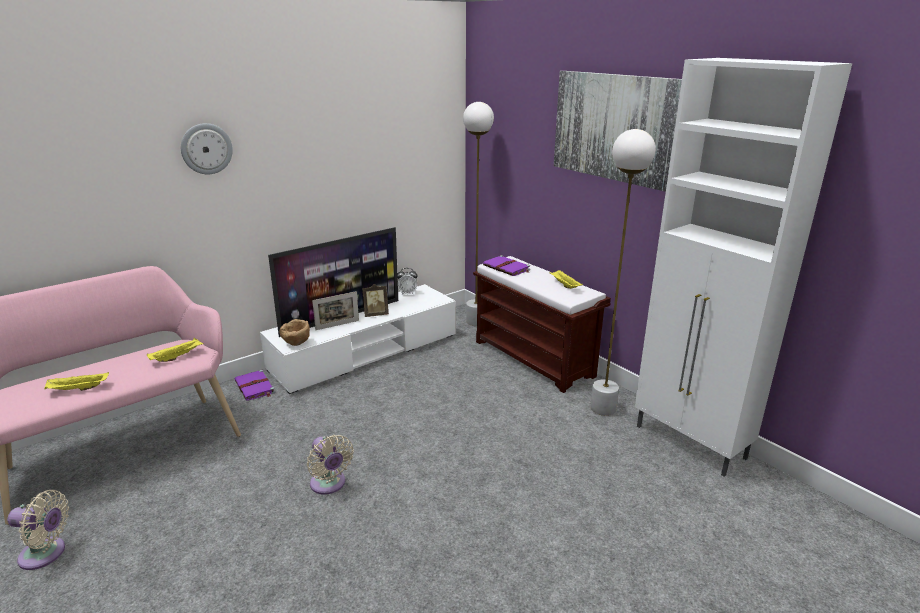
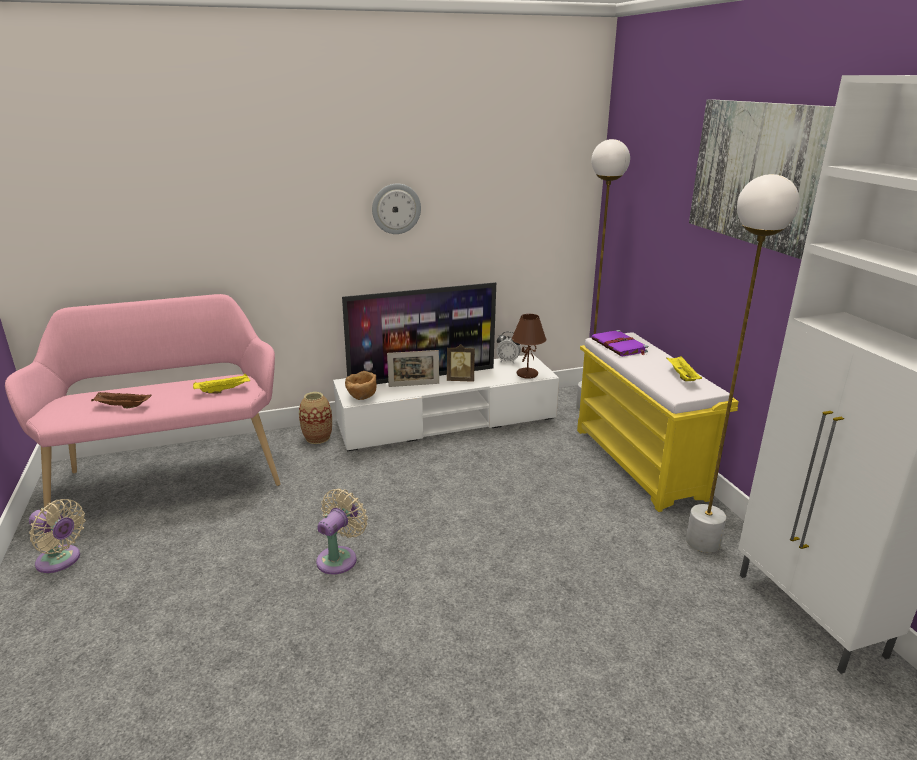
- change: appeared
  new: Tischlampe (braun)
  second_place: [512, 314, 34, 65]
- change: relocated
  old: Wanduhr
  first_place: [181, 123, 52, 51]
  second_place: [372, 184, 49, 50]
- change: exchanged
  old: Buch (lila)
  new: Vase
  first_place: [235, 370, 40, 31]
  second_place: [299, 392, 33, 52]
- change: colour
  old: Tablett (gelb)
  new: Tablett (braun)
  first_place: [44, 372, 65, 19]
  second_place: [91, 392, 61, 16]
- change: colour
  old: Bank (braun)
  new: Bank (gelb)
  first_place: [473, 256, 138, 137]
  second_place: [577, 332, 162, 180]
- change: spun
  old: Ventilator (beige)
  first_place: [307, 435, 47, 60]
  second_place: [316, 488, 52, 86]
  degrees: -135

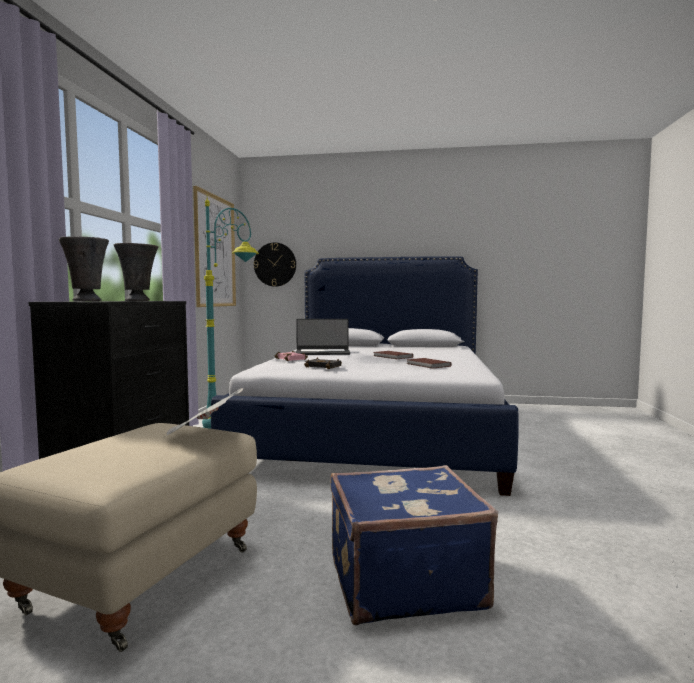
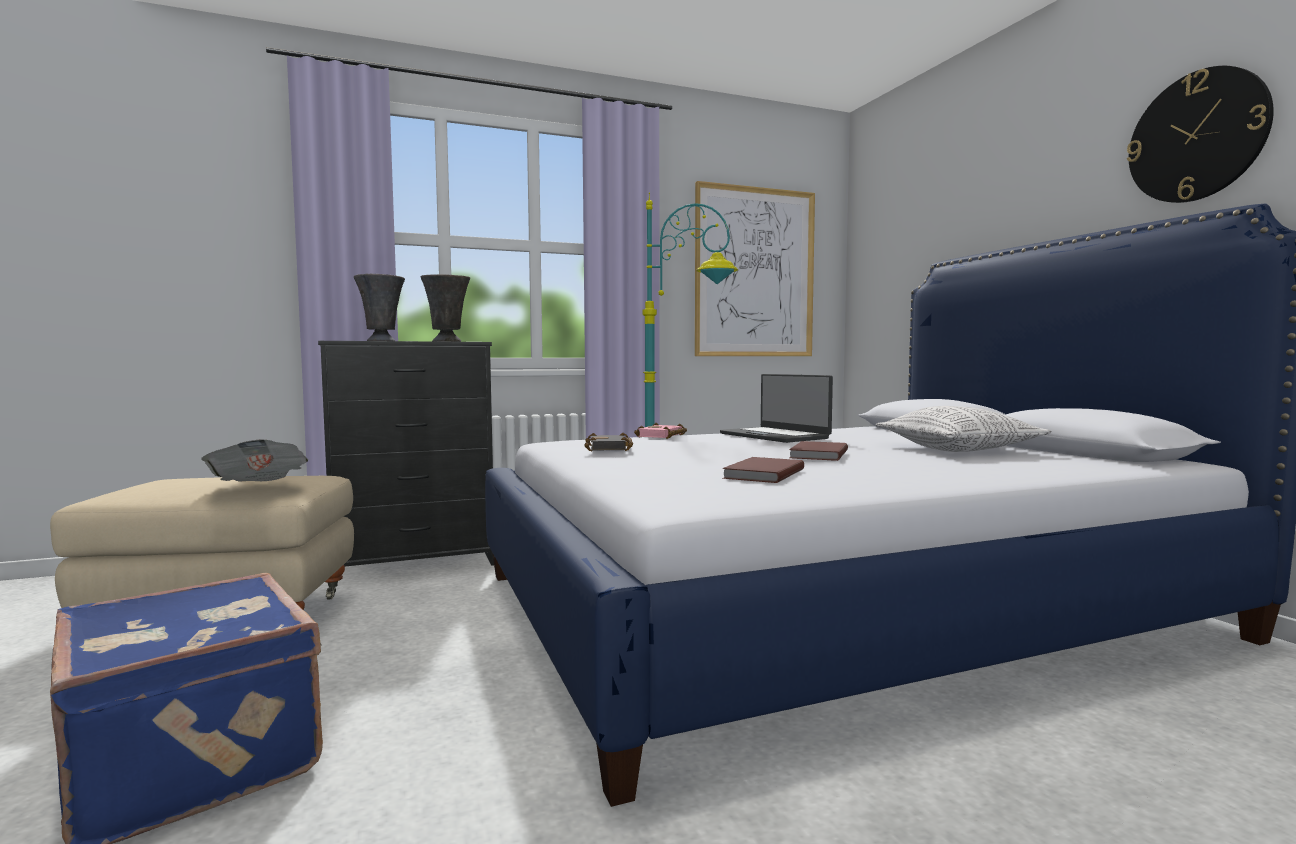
- change: appeared
  new: Kissen
  second_place: [876, 406, 176, 46]
- change: relocated
  old: Wanduhr
  first_place: [254, 242, 42, 45]
  second_place: [1127, 66, 147, 137]

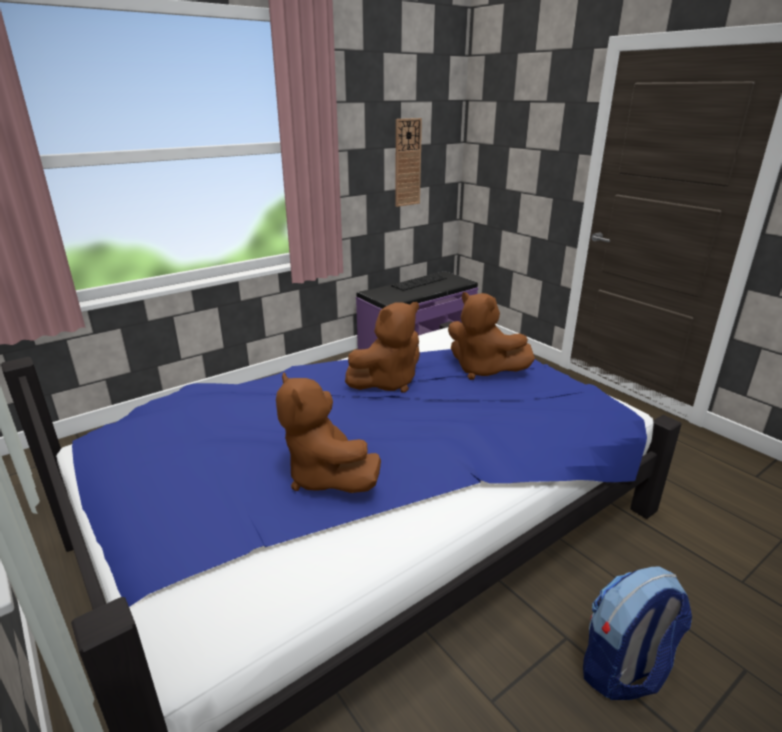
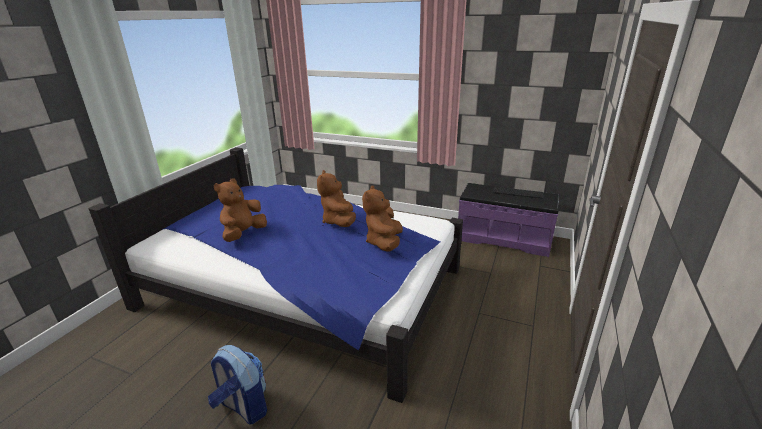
- change: missing
  old: Wanduhr
  first_place: [395, 118, 27, 89]
- change: spun
  old: Plüschtier (braun)
  first_place: [345, 302, 75, 91]
  second_place: [317, 170, 39, 57]
  degrees: 60

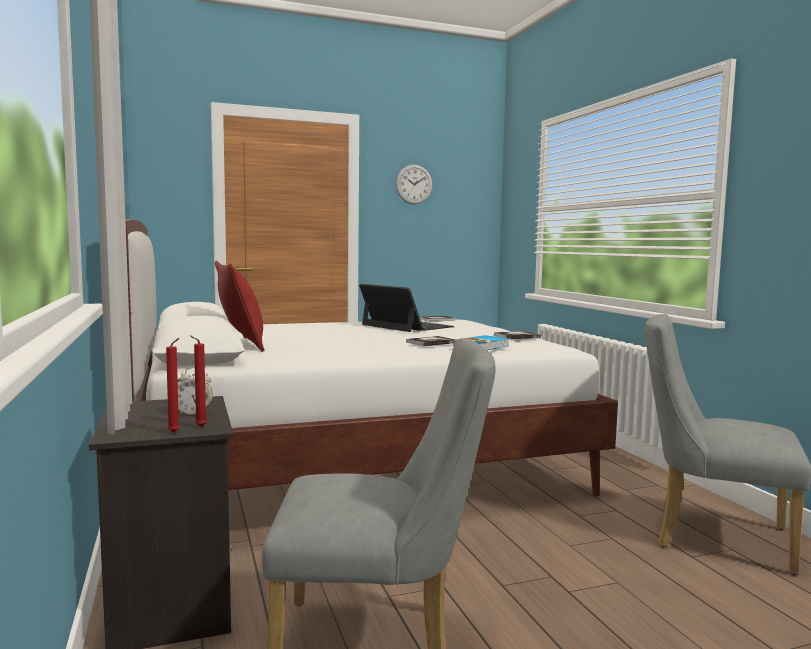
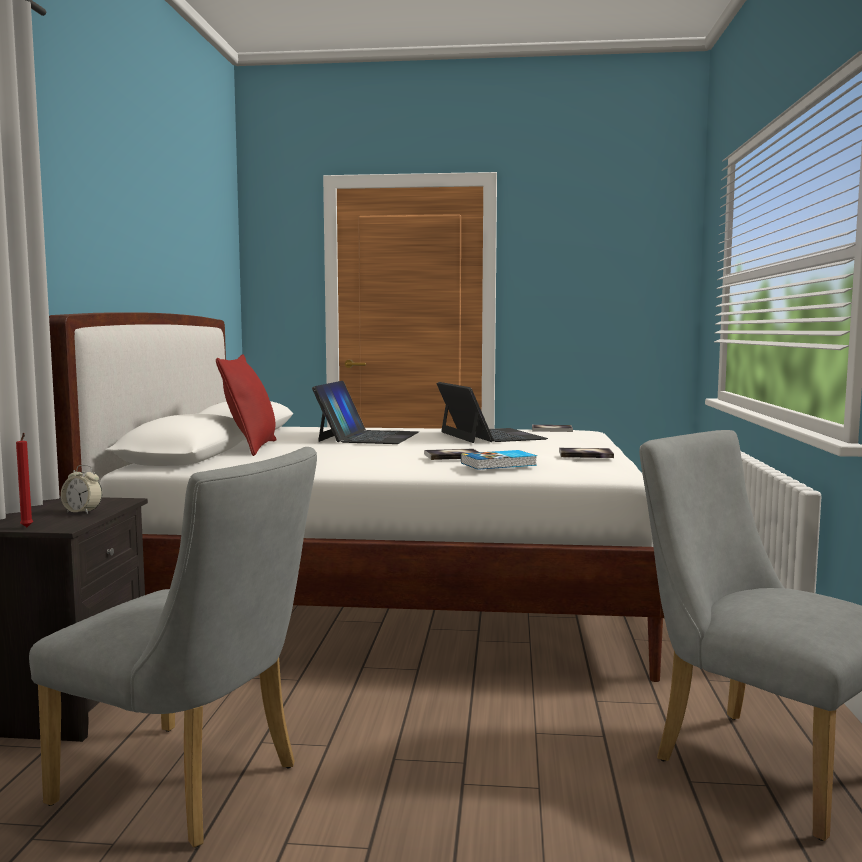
- change: missing
  old: Kerze (rot)
  first_place: [190, 336, 17, 91]
- change: missing
  old: Wanduhr
  first_place: [396, 164, 37, 40]
- change: appeared
  new: Laptop
  second_place: [312, 381, 107, 63]

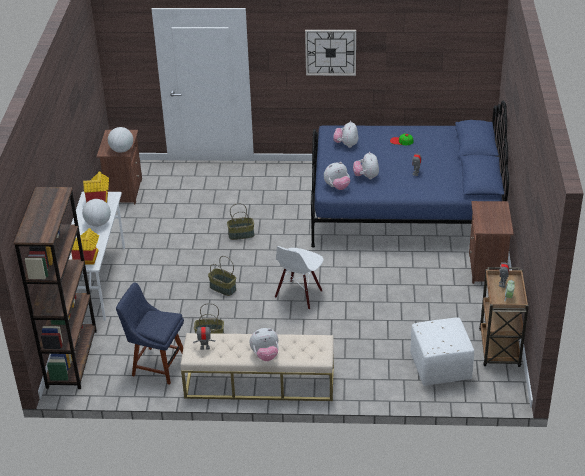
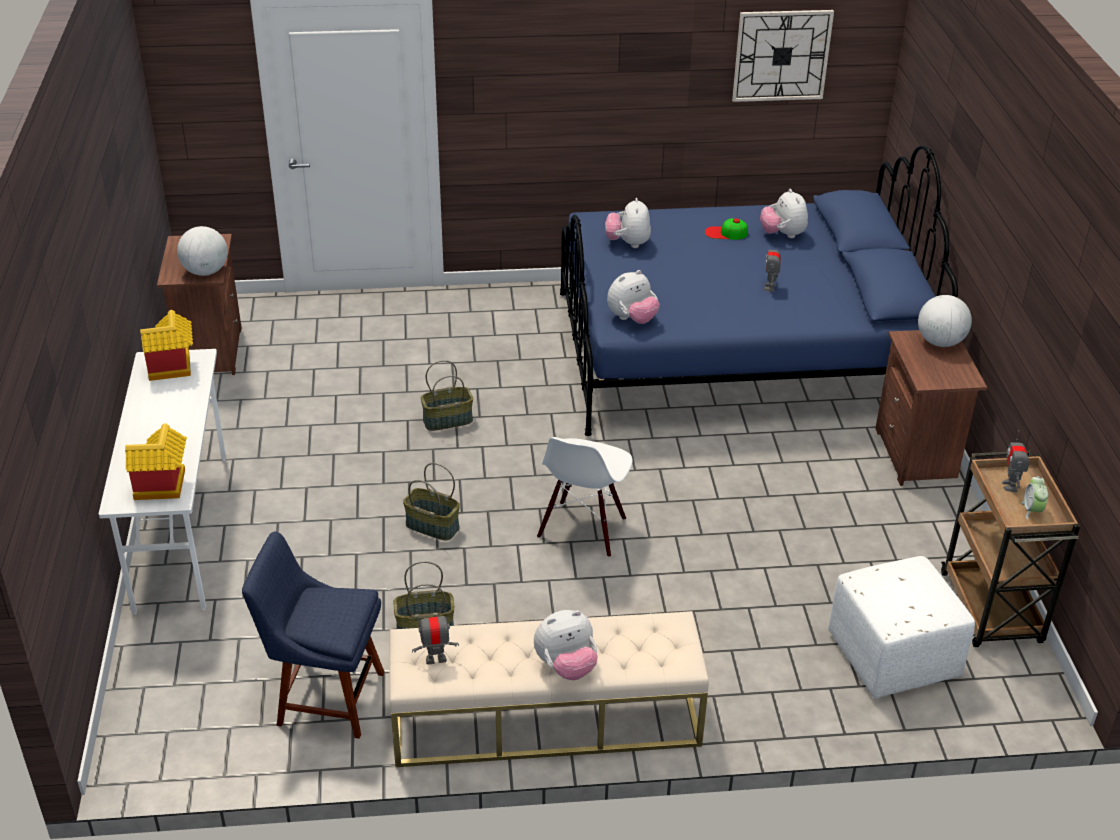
- change: missing
  old: Bücherregal (braun)
  first_place: [14, 187, 83, 202]
- change: relocated
  old: Globus
  first_place: [82, 199, 29, 28]
  second_place: [918, 295, 54, 52]
- change: relocated
  old: Wanduhr
  first_place: [305, 30, 51, 46]
  second_place: [732, 10, 102, 92]
- change: relocated
  old: Plüschtier
  first_place: [353, 152, 26, 27]
  second_place: [760, 189, 48, 49]

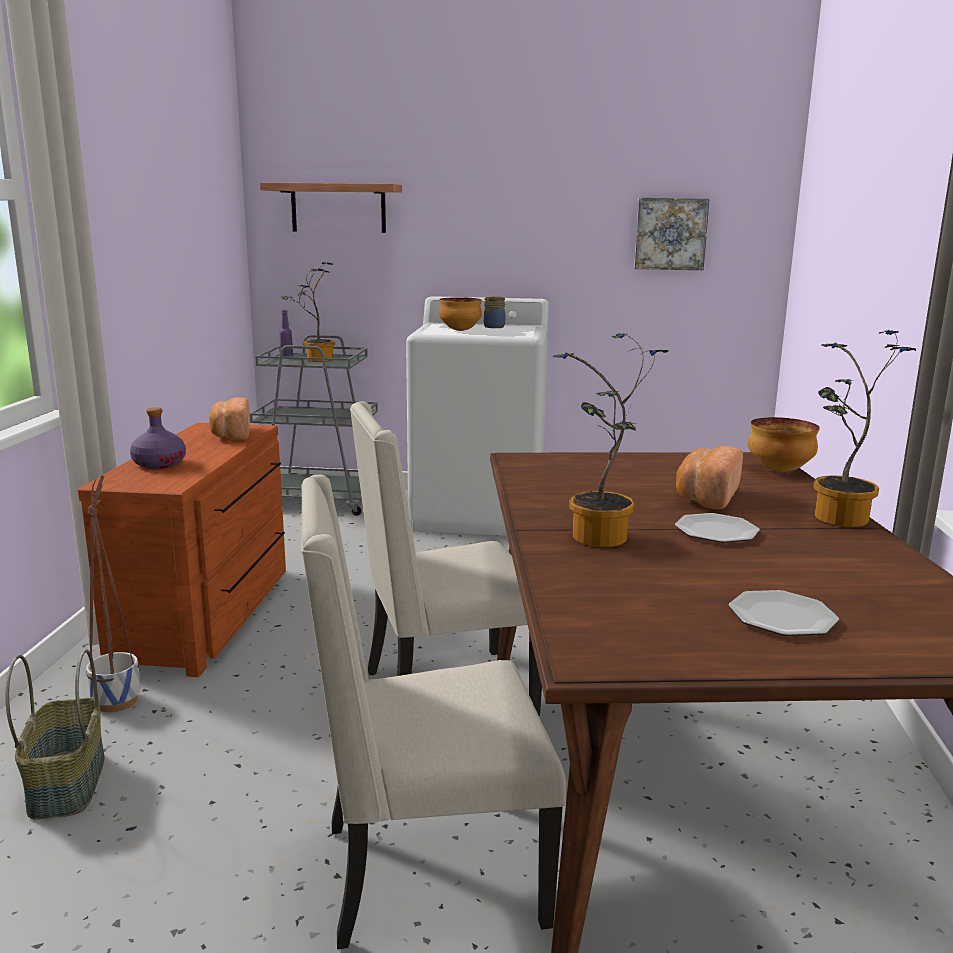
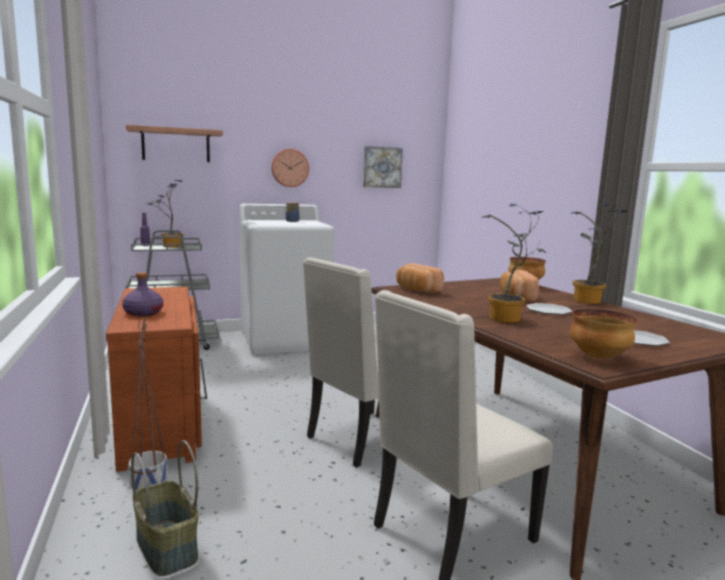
- change: appeared
  new: Wanduhr
  second_place: [271, 149, 38, 38]
- change: relocated
  old: Brot
  first_place: [209, 397, 41, 43]
  second_place: [396, 263, 48, 30]
- change: relocated
  old: Schüssel
  first_place: [439, 297, 43, 34]
  second_place: [570, 309, 67, 50]

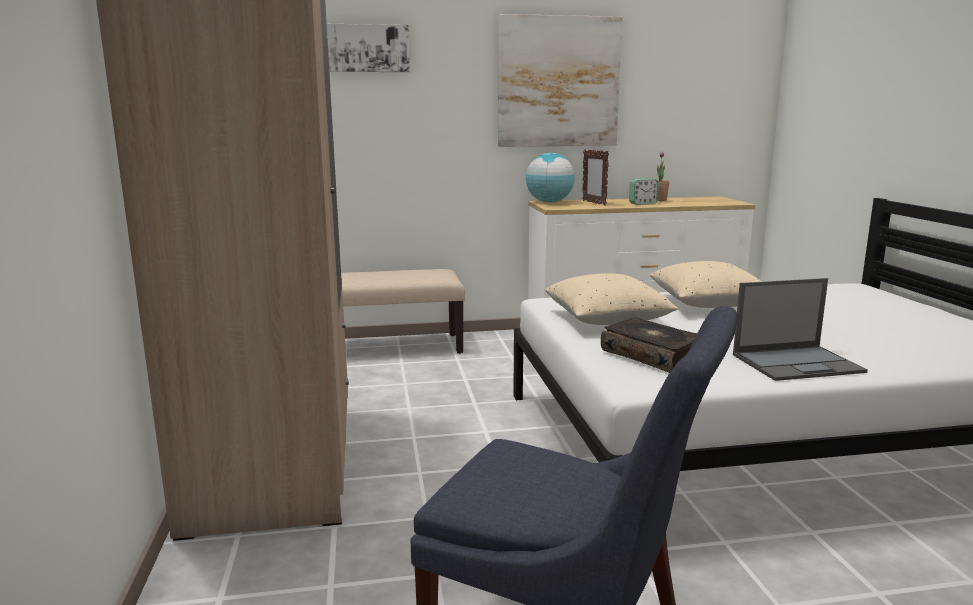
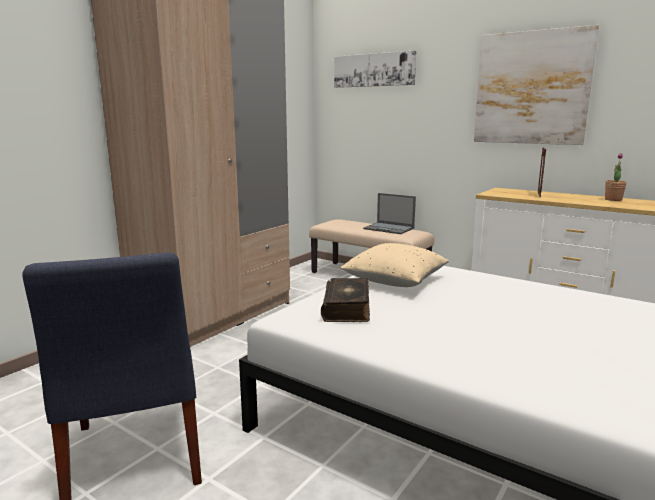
- change: missing
  old: Globus
  first_place: [526, 153, 49, 50]
- change: missing
  old: Wecker
  first_place: [629, 179, 30, 26]
- change: missing
  old: Kissen (beige)
  first_place: [650, 261, 112, 47]
- change: relocated
  old: Laptop
  first_place: [733, 278, 135, 103]
  second_place: [363, 193, 53, 41]

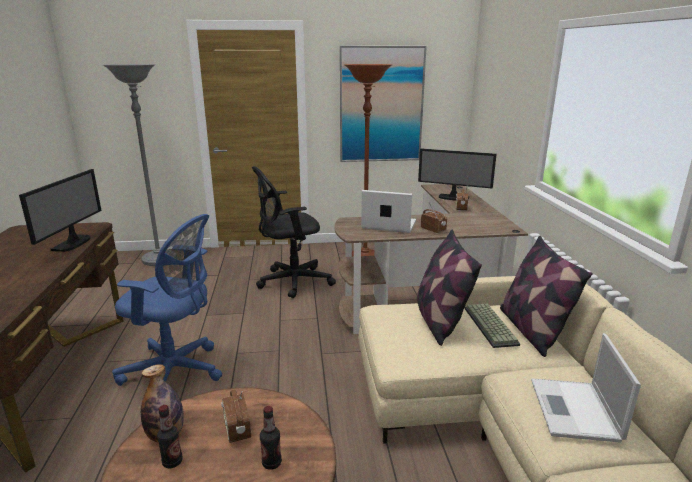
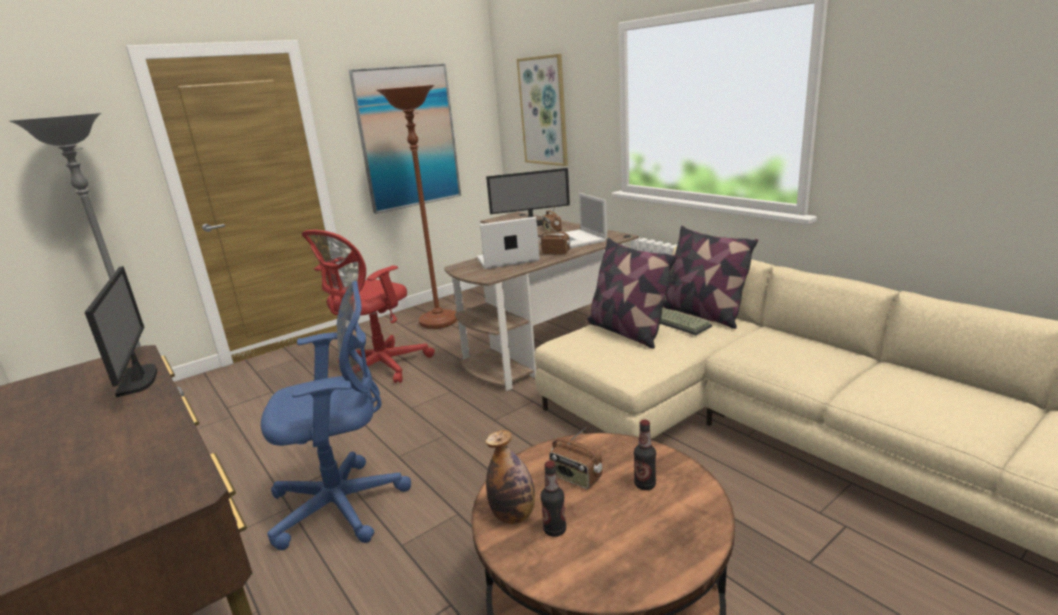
- change: appeared
  new: Bild
  second_place: [517, 54, 51, 112]
- change: relocated
  old: Laptop
  first_place: [531, 333, 110, 110]
  second_place: [553, 193, 54, 55]
- change: colour
  old: Bürostuhl (schwarz)
  new: Bürostuhl (rot)
  first_place: [252, 166, 84, 132]
  second_place: [302, 230, 133, 153]

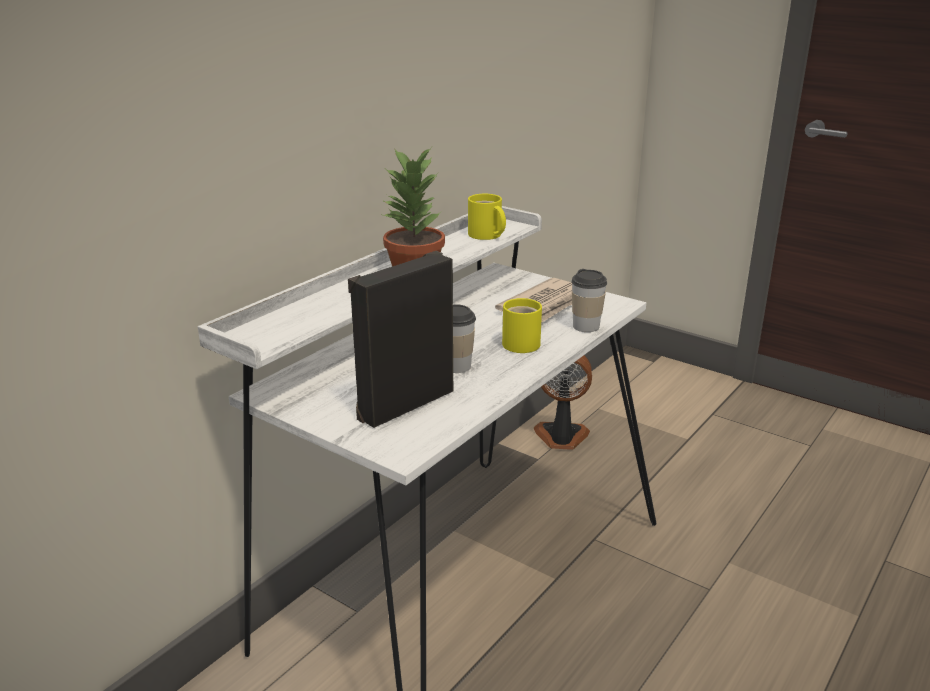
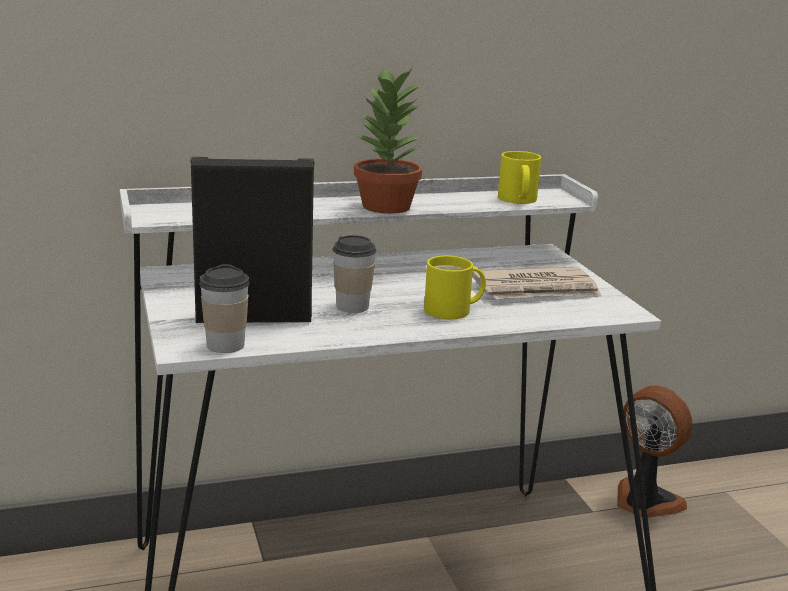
- change: relocated
  old: Tasse
  first_place: [571, 269, 36, 63]
  second_place: [199, 264, 51, 89]

